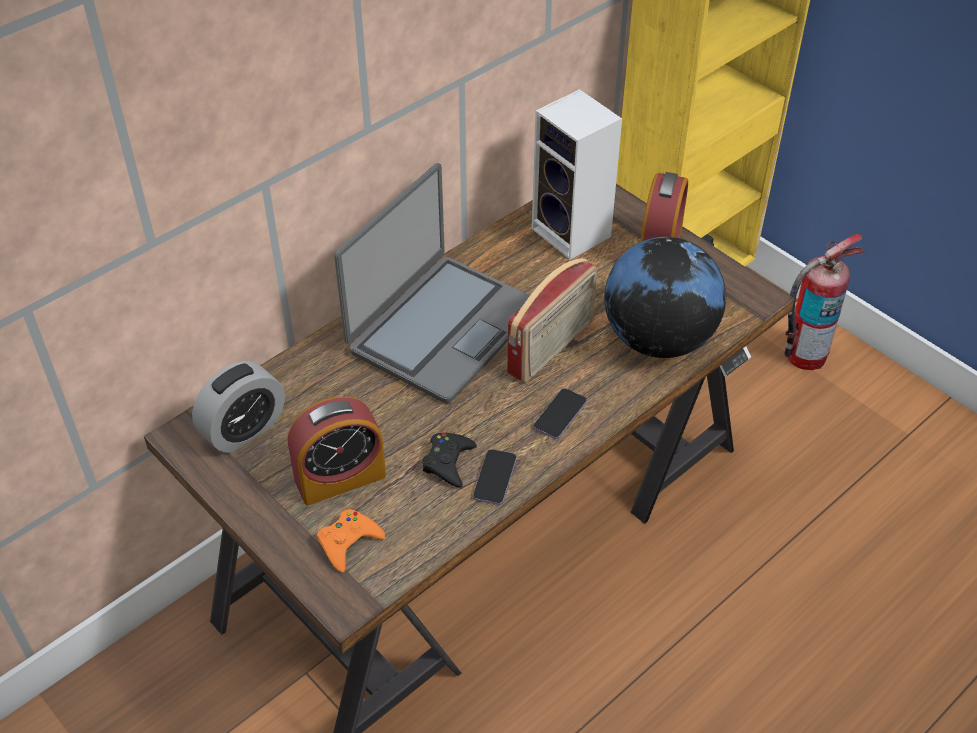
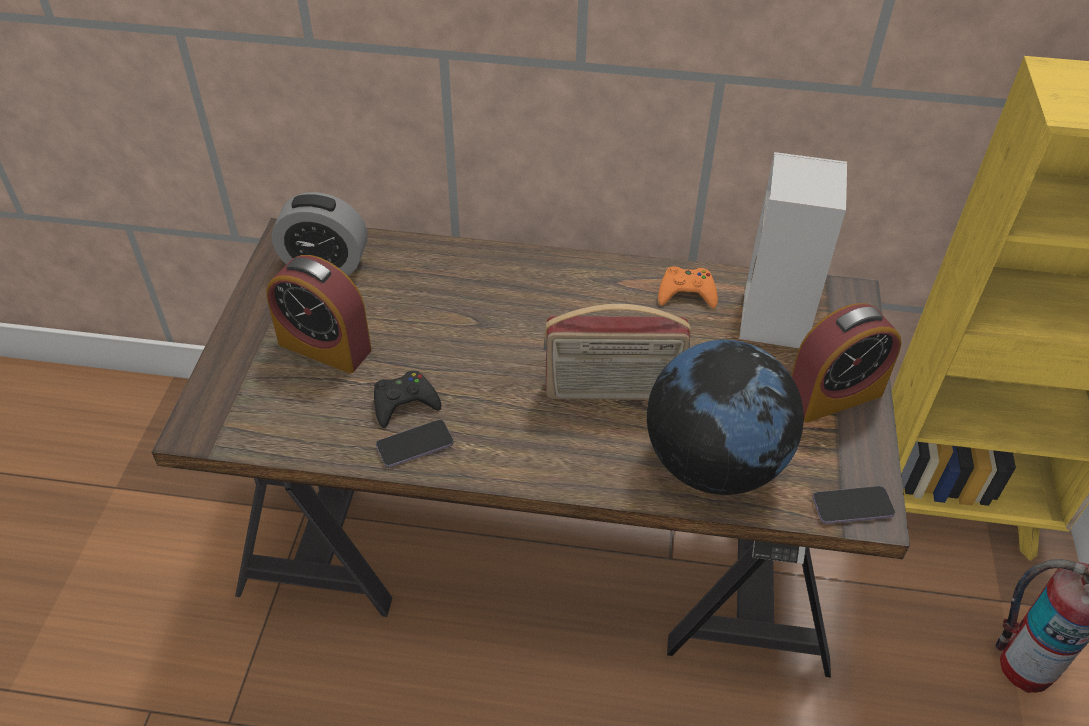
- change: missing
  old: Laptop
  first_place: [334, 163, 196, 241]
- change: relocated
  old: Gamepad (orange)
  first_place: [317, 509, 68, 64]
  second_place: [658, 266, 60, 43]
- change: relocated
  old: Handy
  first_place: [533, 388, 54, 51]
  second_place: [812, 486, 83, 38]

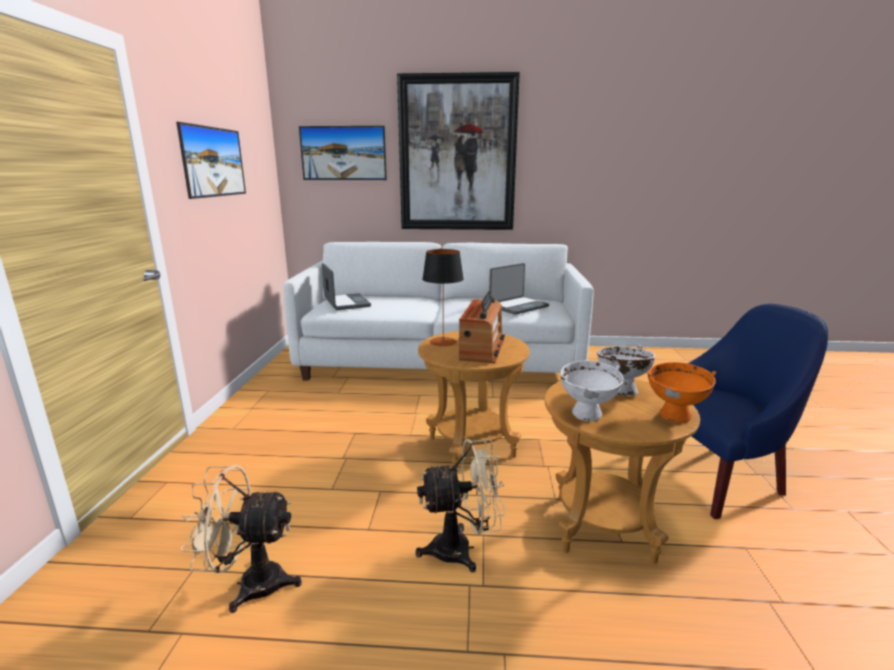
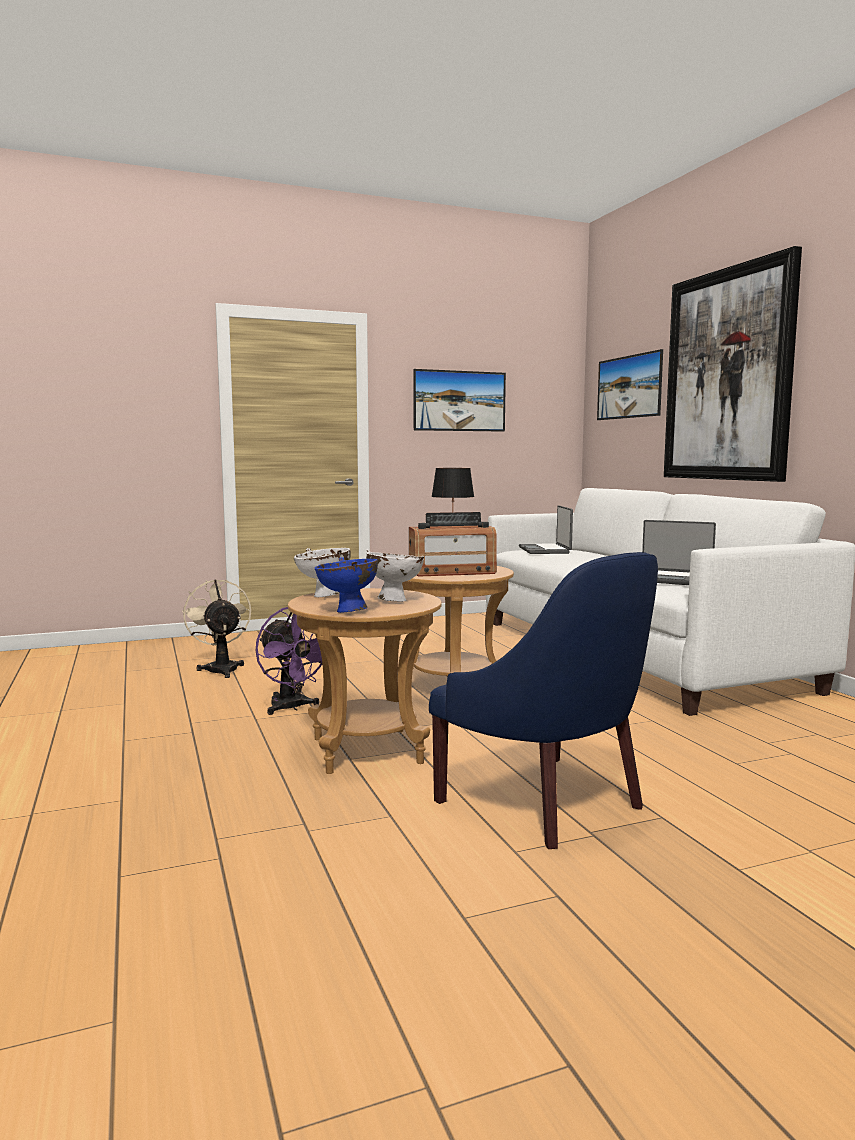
- change: colour
  old: Ventilator (beige)
  new: Ventilator (lila)
  first_place: [415, 439, 91, 133]
  second_place: [256, 607, 66, 108]
- change: colour
  old: Schüssel (orange)
  new: Schüssel (blau)
  first_place: [647, 362, 69, 61]
  second_place: [315, 557, 63, 56]
- change: spun
  old: Laptop
  first_place: [322, 263, 49, 47]
  second_place: [519, 505, 54, 49]
  degrees: 135

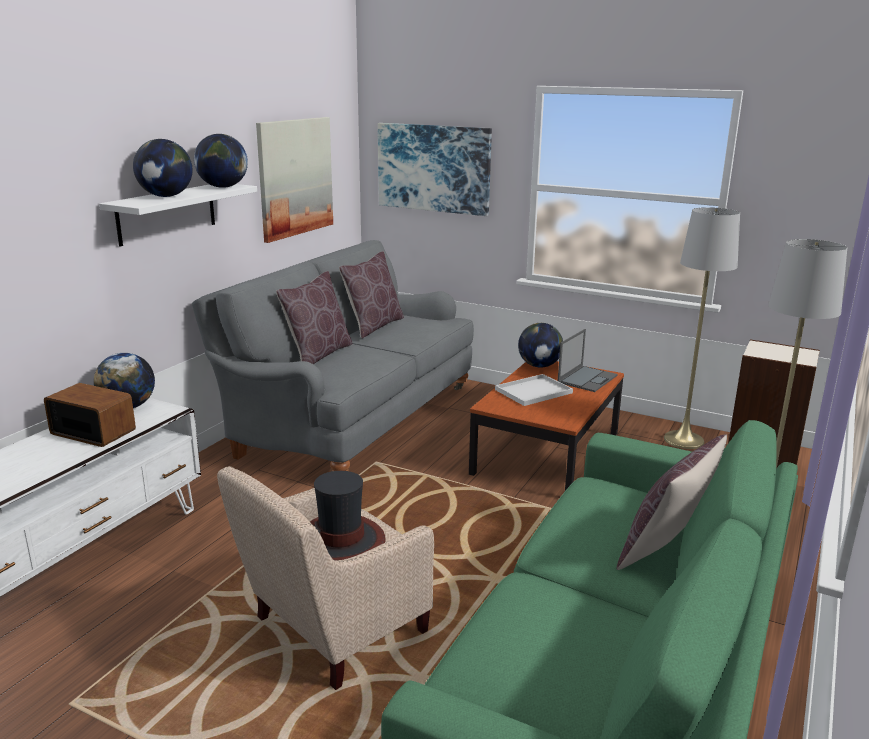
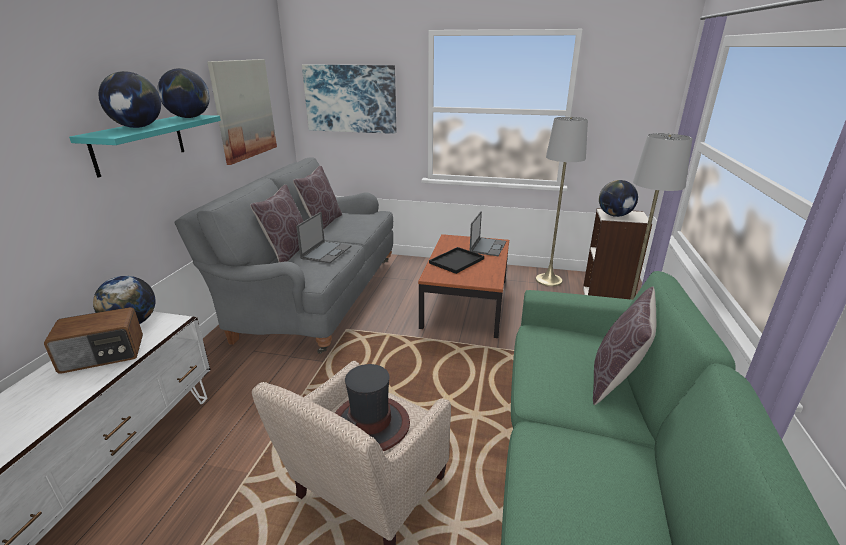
- change: appeared
  new: Laptop
  second_place: [296, 212, 55, 51]
- change: relocated
  old: Globus
  first_place: [518, 323, 45, 45]
  second_place: [599, 180, 39, 37]
- change: colour
  old: Wandregal (weiß)
  new: Wandregal (türkis)
  first_place: [99, 184, 158, 63]
  second_place: [69, 115, 152, 63]
- change: colour
  old: Tablett (weiß)
  new: Tablett (schwarz)
  first_place: [495, 374, 78, 32]
  second_place: [429, 247, 55, 27]
- change: spun
  old: Radio
  first_place: [44, 383, 92, 64]
  second_place: [44, 307, 99, 67]
  degrees: 150

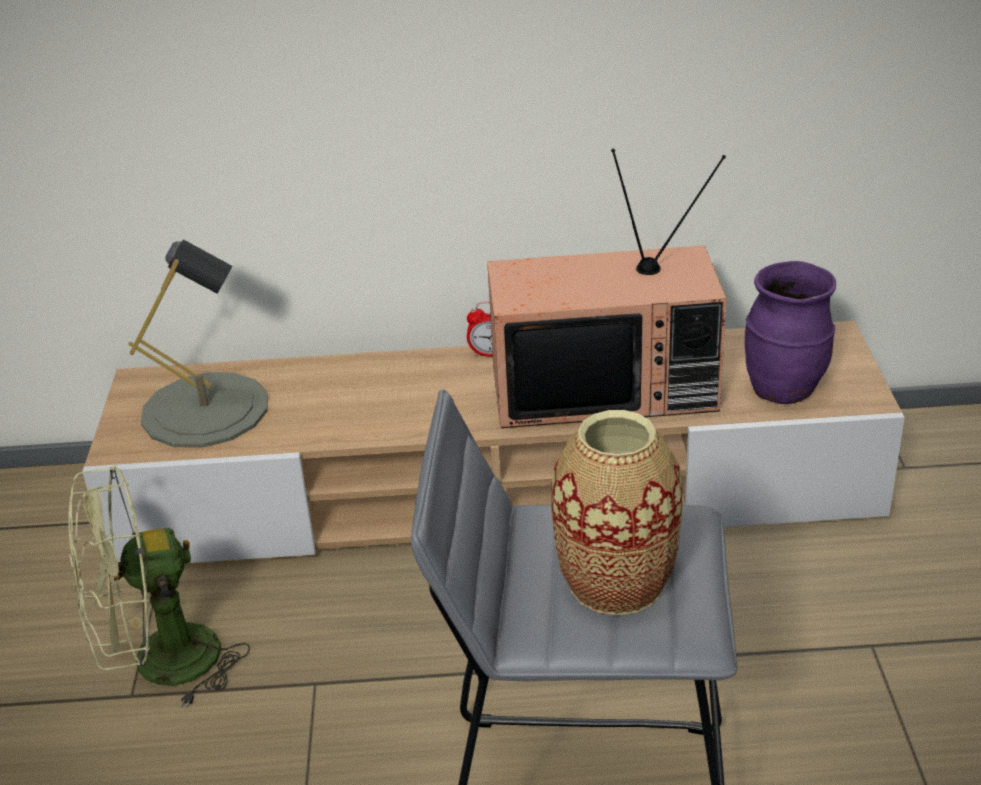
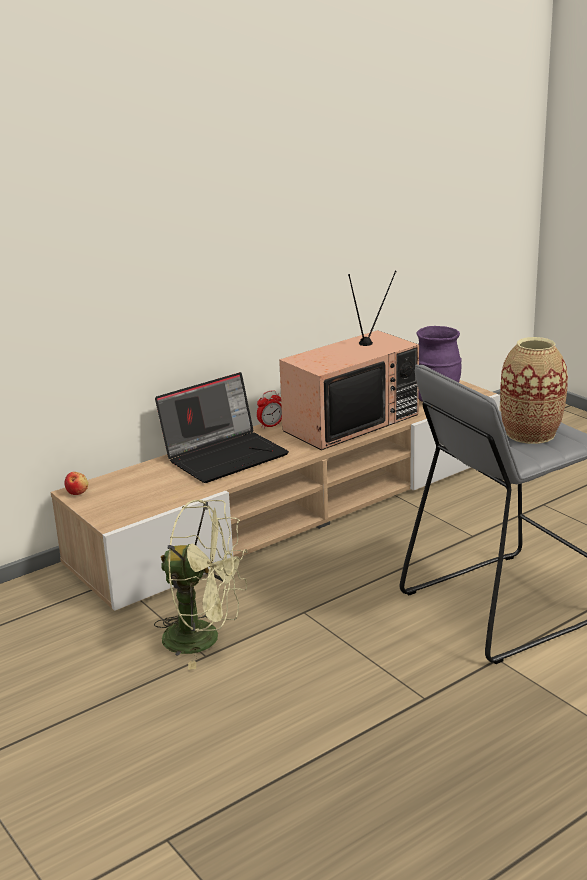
- change: missing
  old: Tischlampe (grau)
  first_place: [128, 239, 140, 209]
- change: appeared
  new: Apfel
  second_place: [64, 472, 24, 23]
- change: appeared
  new: Laptop
  second_place: [155, 372, 134, 111]
- change: spun
  old: Ventilator (grün)
  first_place: [68, 465, 182, 244]
  second_place: [154, 500, 93, 170]
  degrees: -105

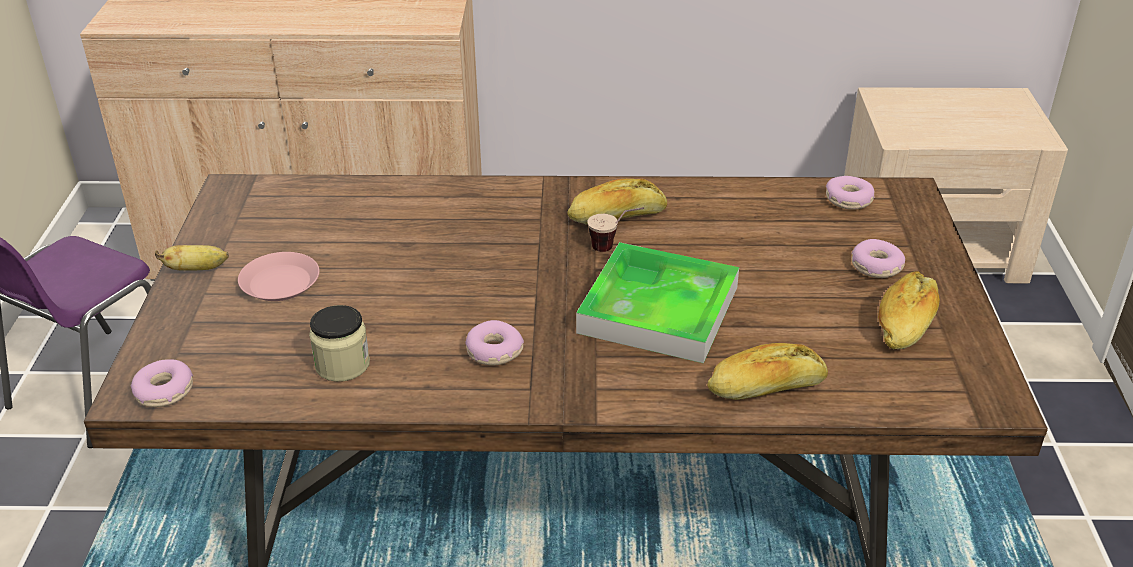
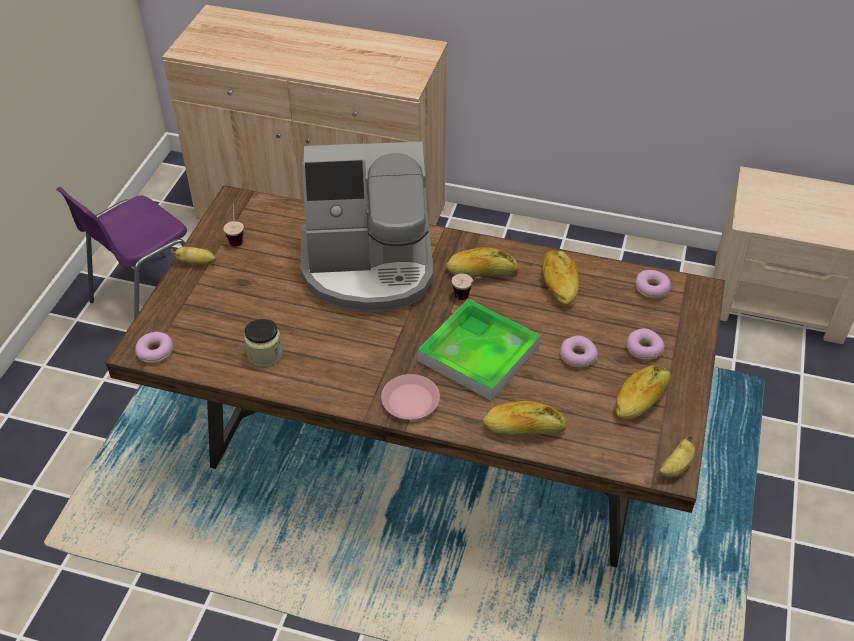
- change: appeared
  new: Tasse
  second_place: [223, 200, 21, 47]
- change: appeared
  new: Kaffeemaschine
  second_place: [300, 142, 133, 170]
- change: appeared
  new: Brot
  second_place: [542, 250, 37, 55]
- change: appeared
  new: Banane
  second_place: [659, 435, 36, 43]
- change: relocated
  old: Teller (rosa)
  first_place: [238, 252, 81, 49]
  second_place: [381, 374, 59, 46]
- change: relocated
  old: Donut
  first_place: [466, 320, 58, 45]
  second_place: [560, 336, 38, 32]

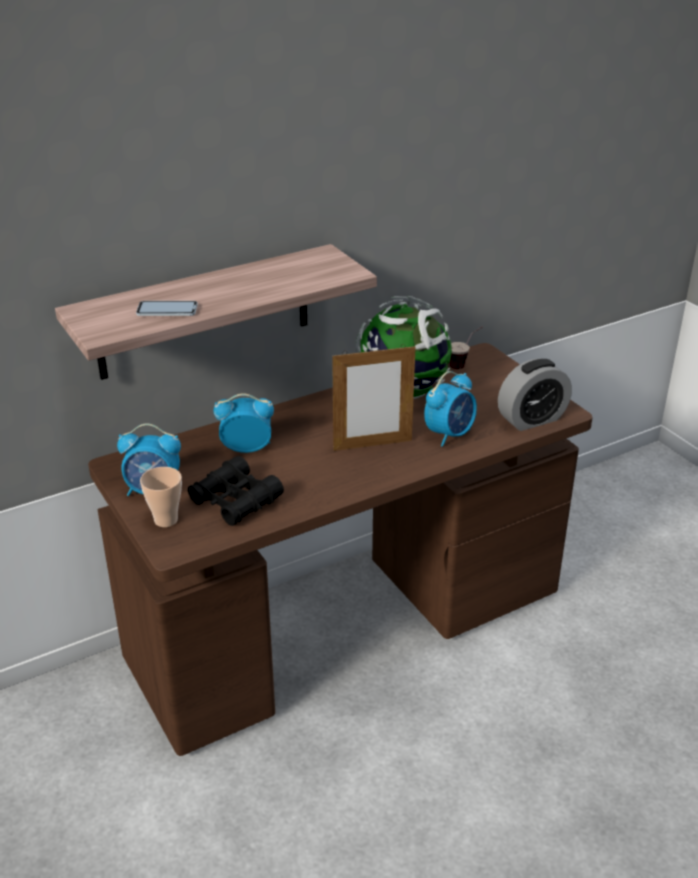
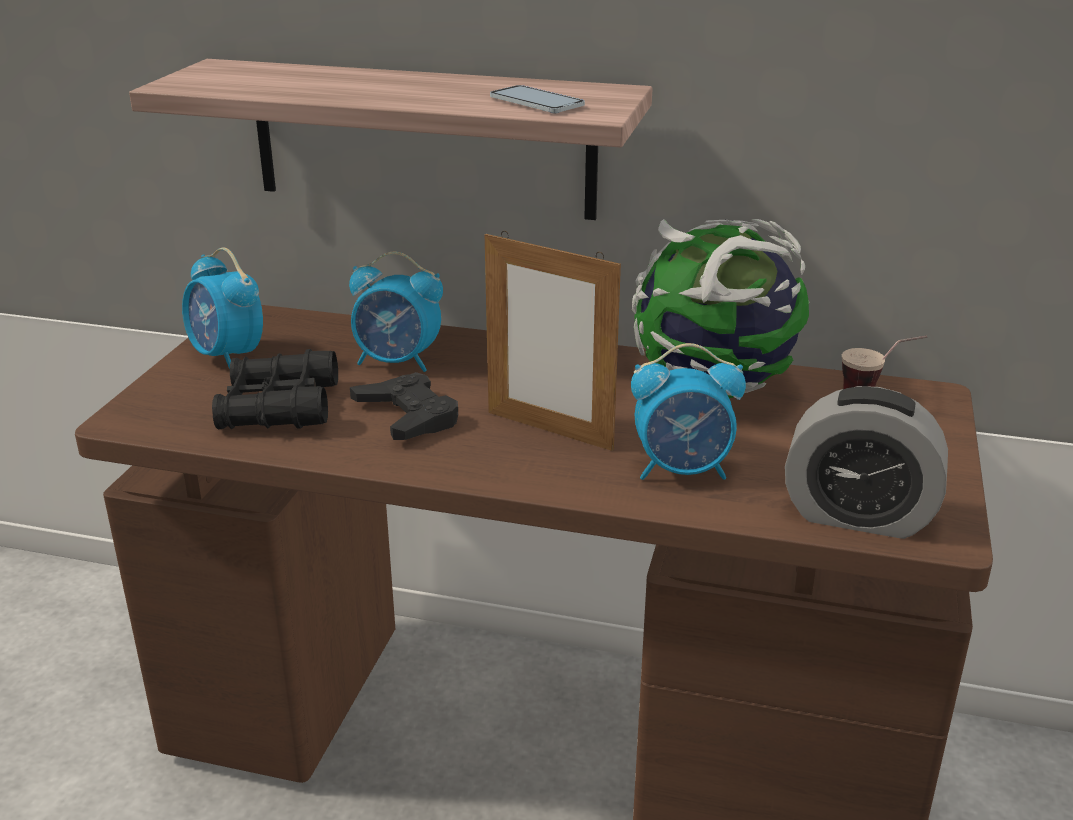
- change: missing
  old: Tasse
  first_place: [140, 467, 42, 60]
- change: appeared
  new: Gamepad (schwarz)
  second_place: [350, 372, 108, 68]
- change: relocated
  old: Handy
  first_place: [136, 301, 62, 15]
  second_place: [490, 85, 95, 29]
- change: spun
  old: Wecker
  first_place: [213, 393, 61, 60]
  second_place: [349, 252, 94, 120]
  degrees: 150

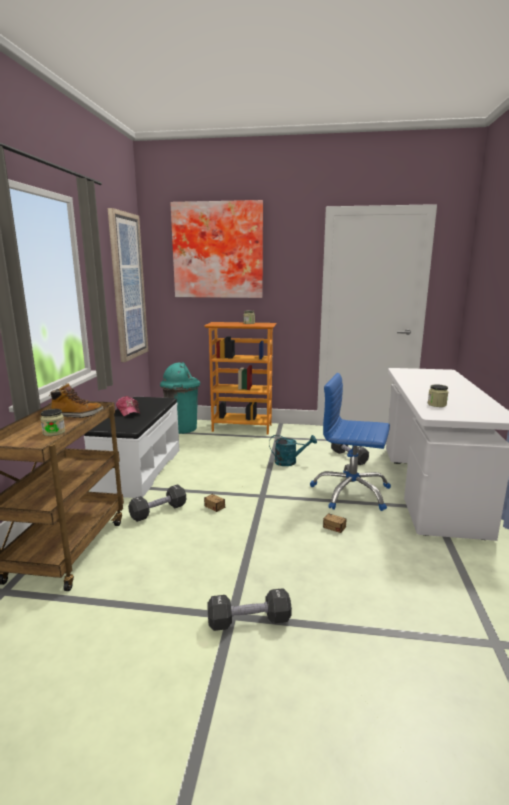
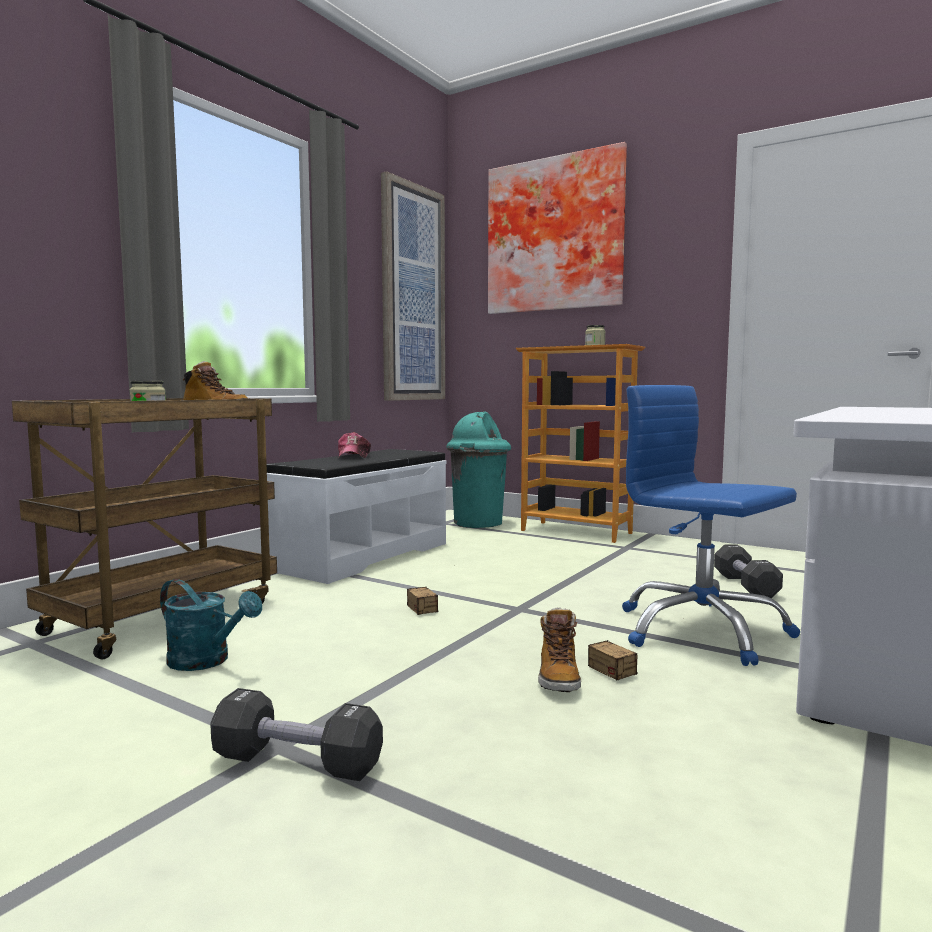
- change: missing
  old: Hantel (schwarz)
  first_place: [128, 484, 58, 38]
- change: missing
  old: Vorratsglas
  first_place: [428, 384, 20, 23]
- change: appeared
  new: Stiefel
  second_place: [538, 607, 43, 85]
- change: relocated
  old: Gießkanne (türkis)
  first_place: [269, 435, 48, 31]
  second_place: [160, 579, 102, 92]

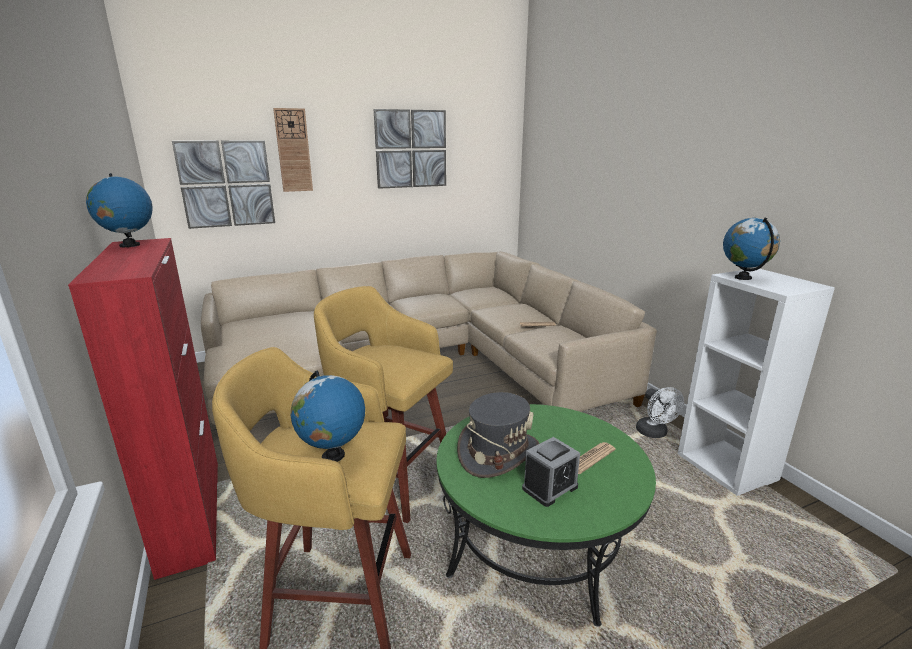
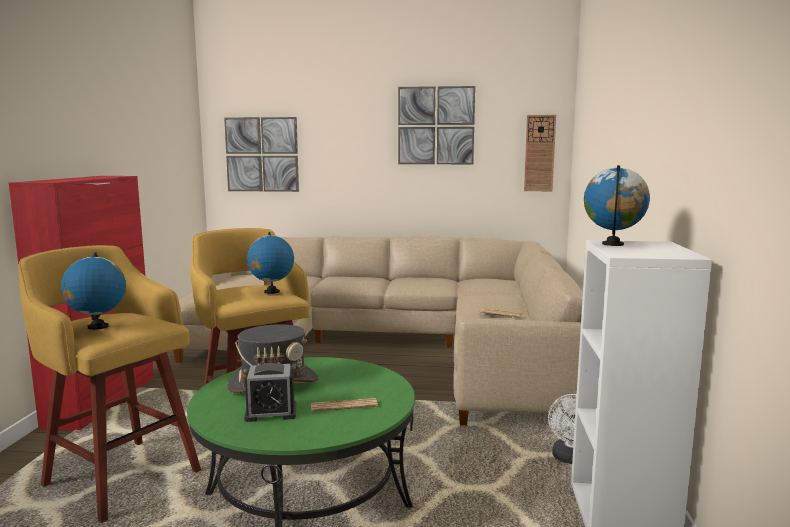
- change: relocated
  old: Globus
  first_place: [86, 173, 67, 74]
  second_place: [247, 232, 47, 62]
- change: relocated
  old: Wanduhr
  first_place: [273, 108, 40, 84]
  second_place: [524, 115, 32, 76]

